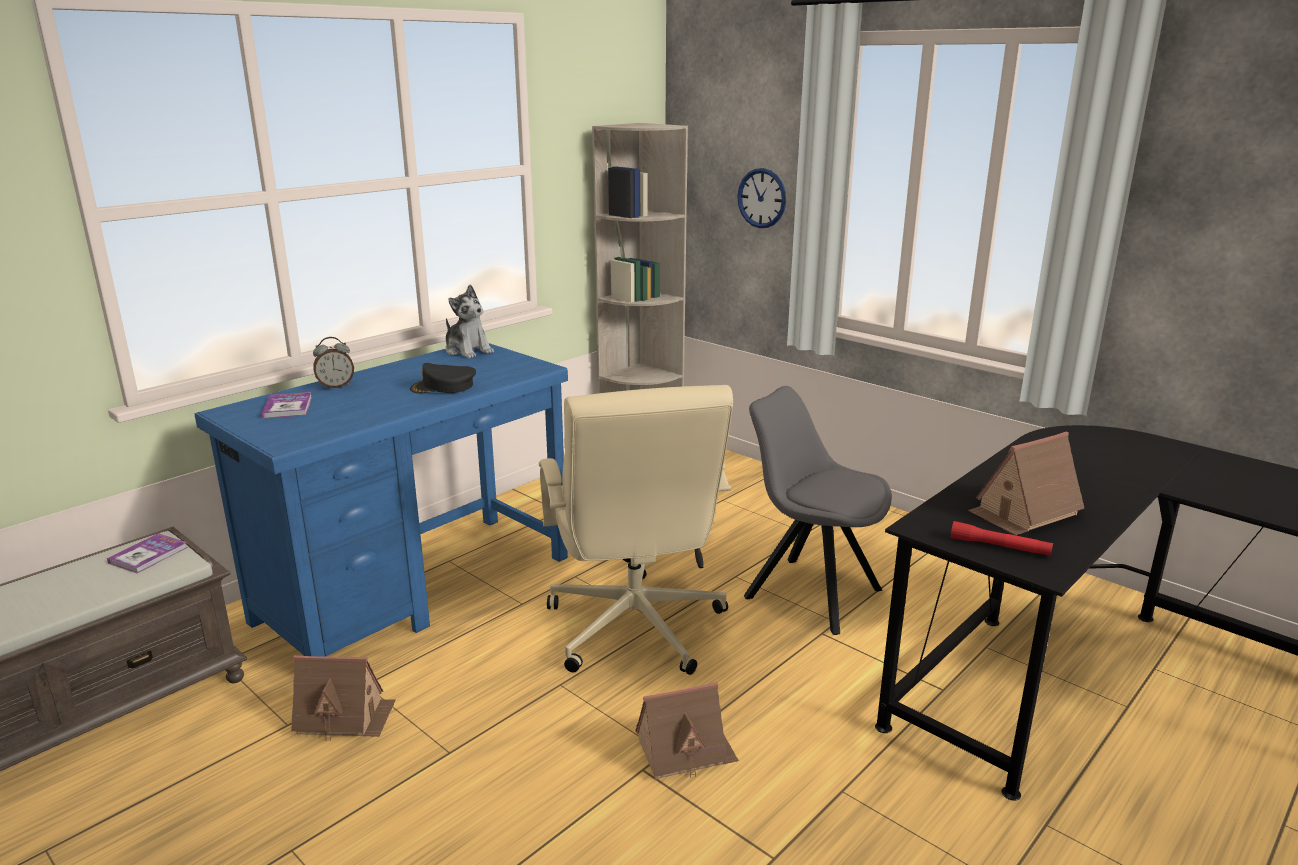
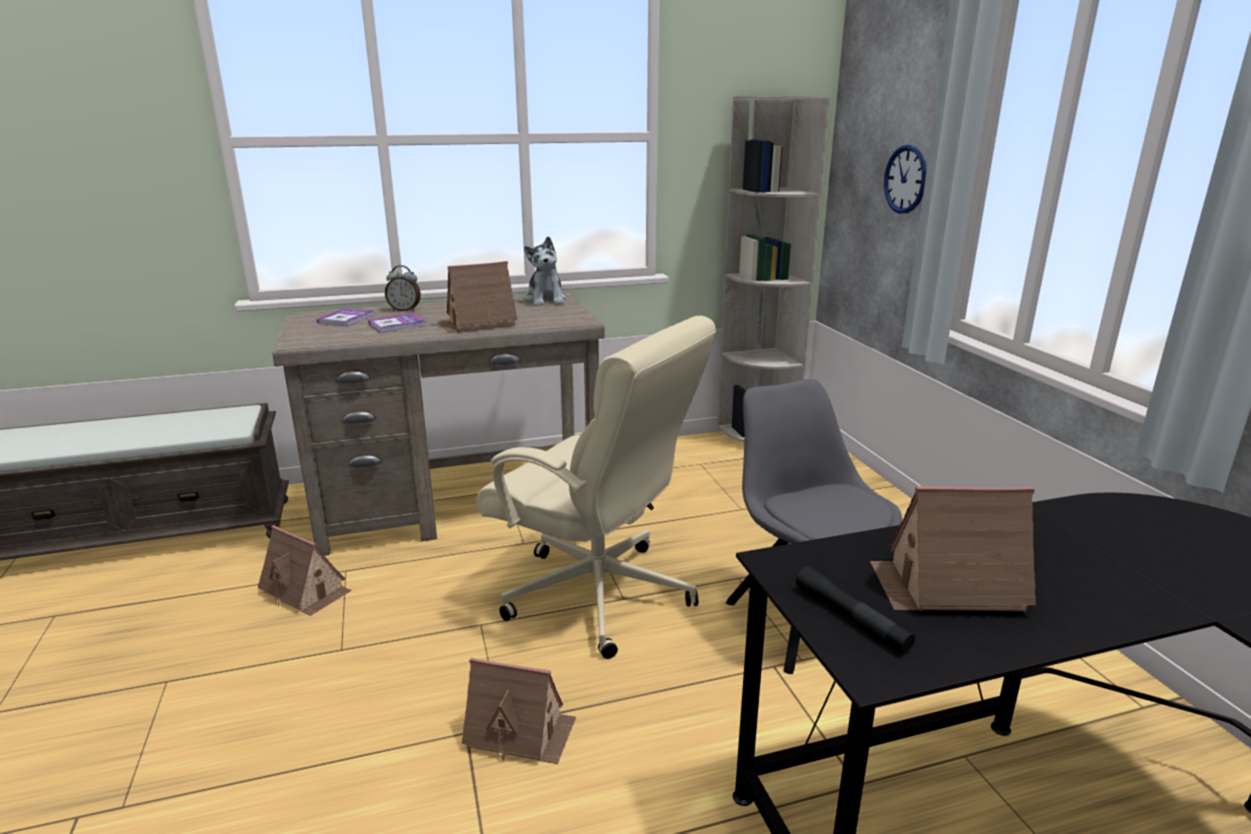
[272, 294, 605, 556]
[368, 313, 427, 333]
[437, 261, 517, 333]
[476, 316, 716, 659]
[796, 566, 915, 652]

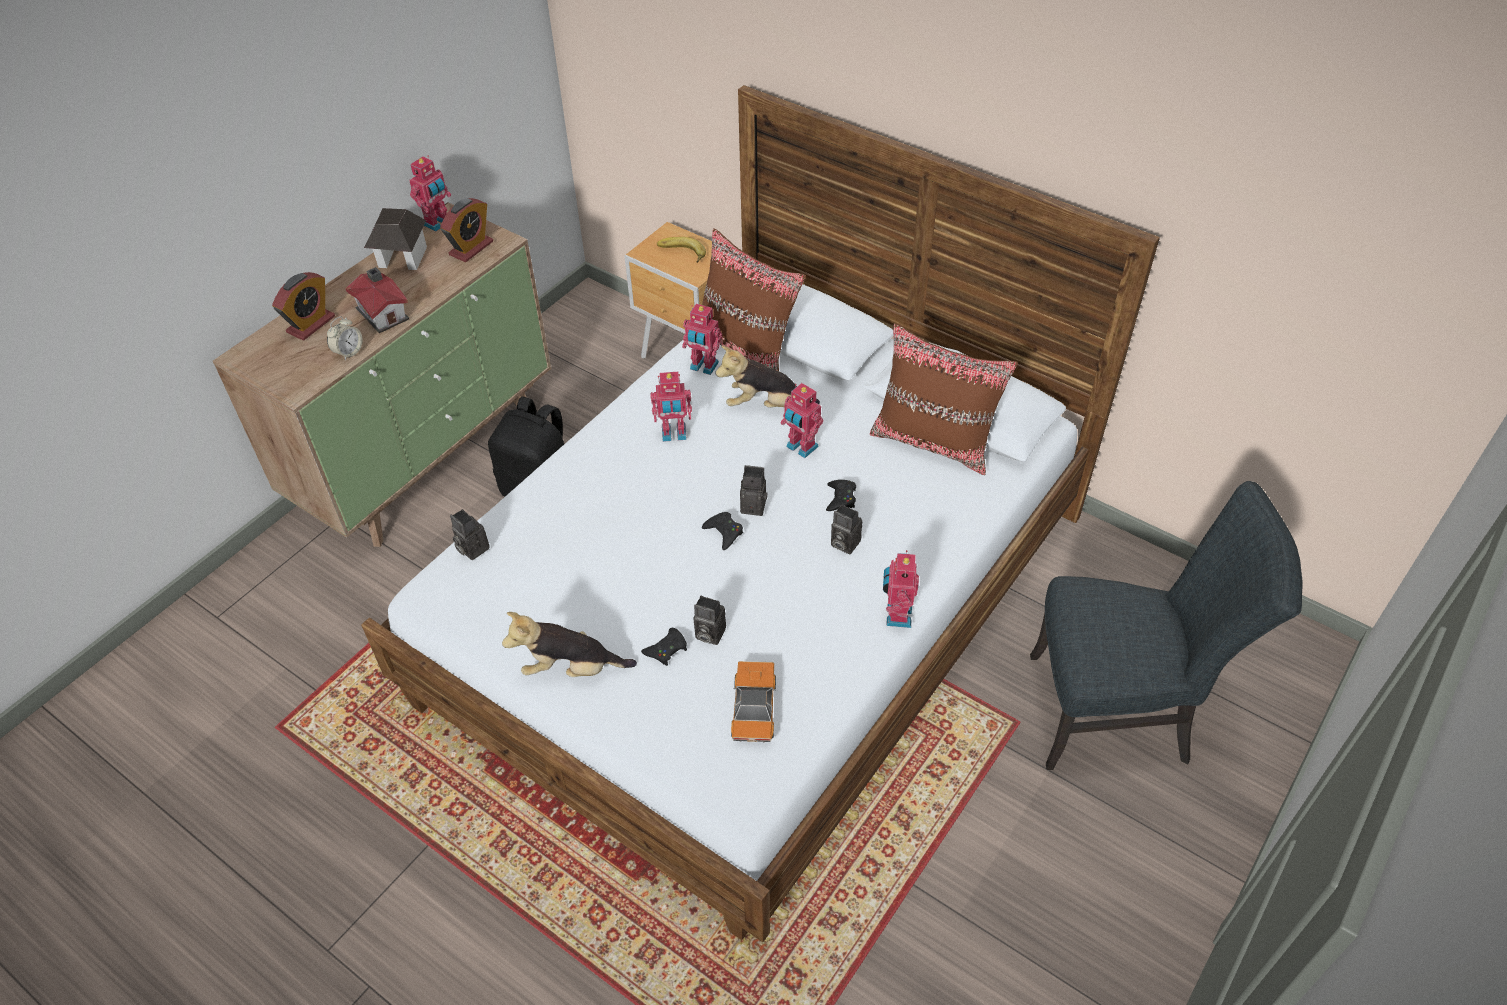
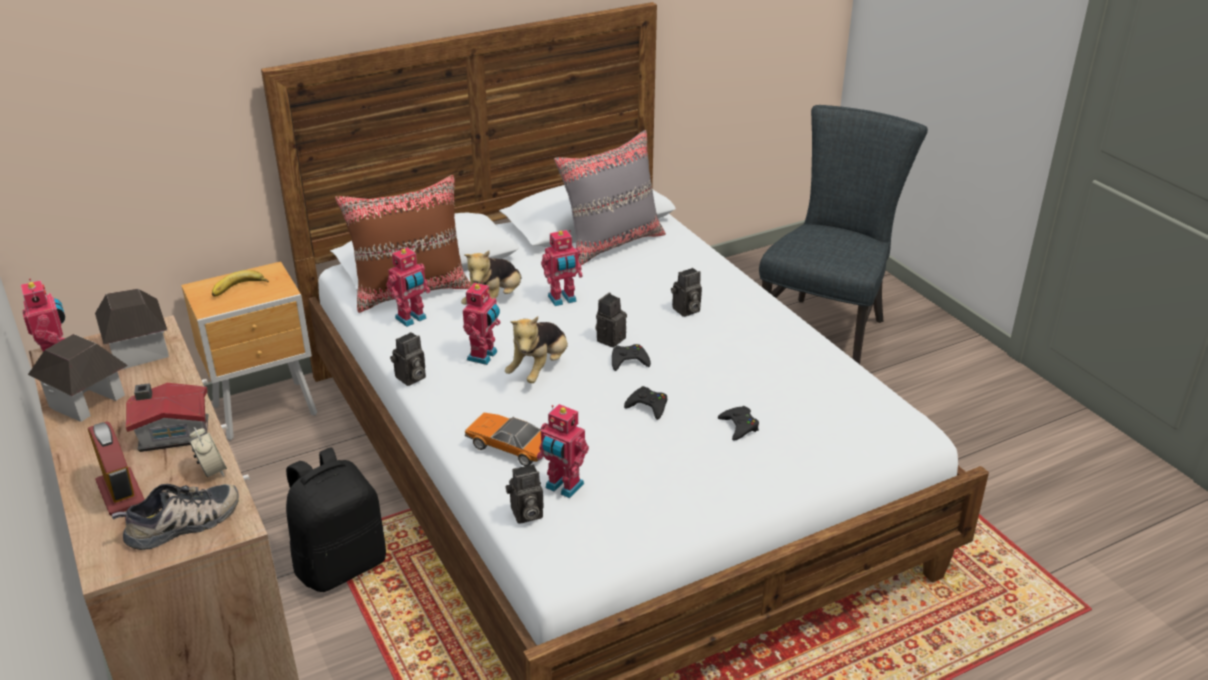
[95, 289, 169, 370]
[112, 484, 239, 550]
[390, 332, 426, 386]
[465, 413, 541, 466]
[505, 316, 568, 383]
[537, 404, 589, 498]
[554, 130, 666, 265]
[624, 386, 667, 420]

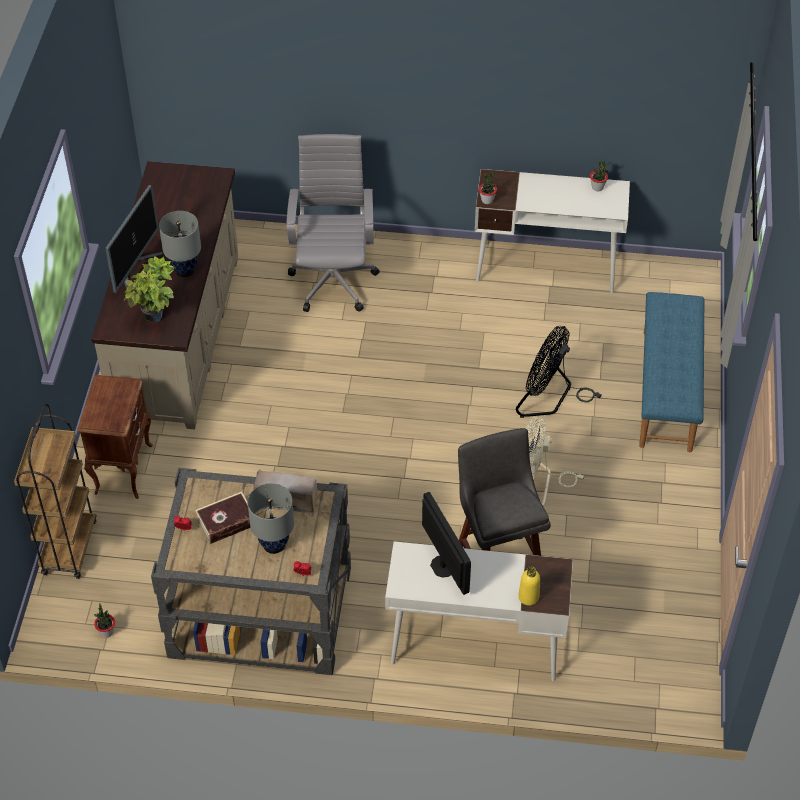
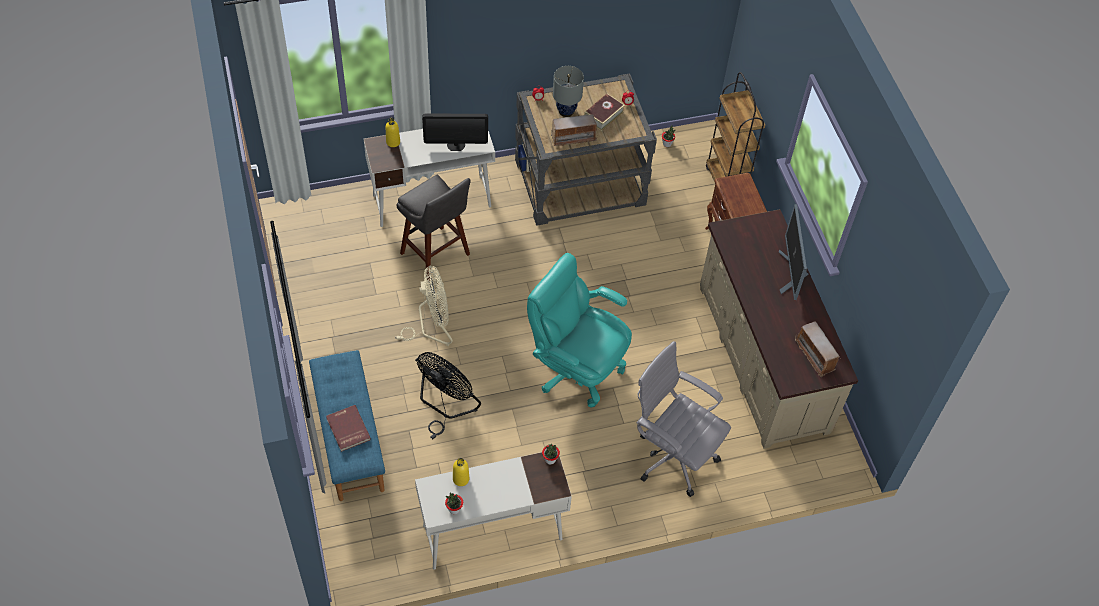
[326, 405, 371, 452]
[415, 352, 481, 439]
[422, 114, 488, 151]
[453, 458, 469, 486]
[527, 253, 632, 407]
[636, 341, 731, 497]
[795, 321, 841, 377]
[124, 256, 174, 323] (first image)
[159, 211, 201, 277] (first image)

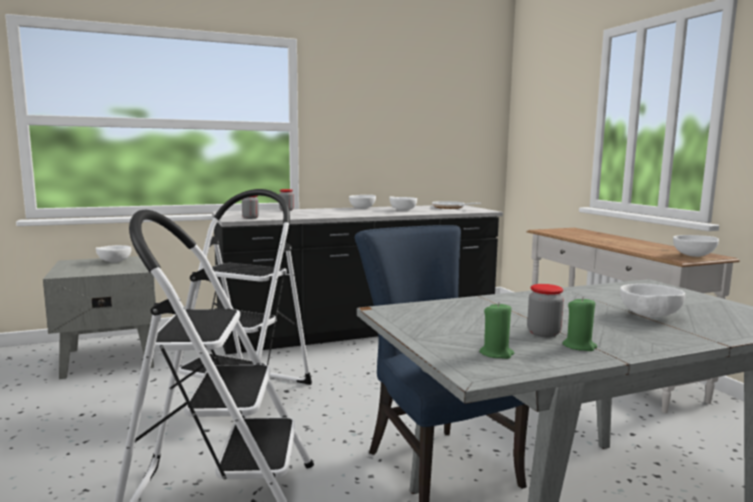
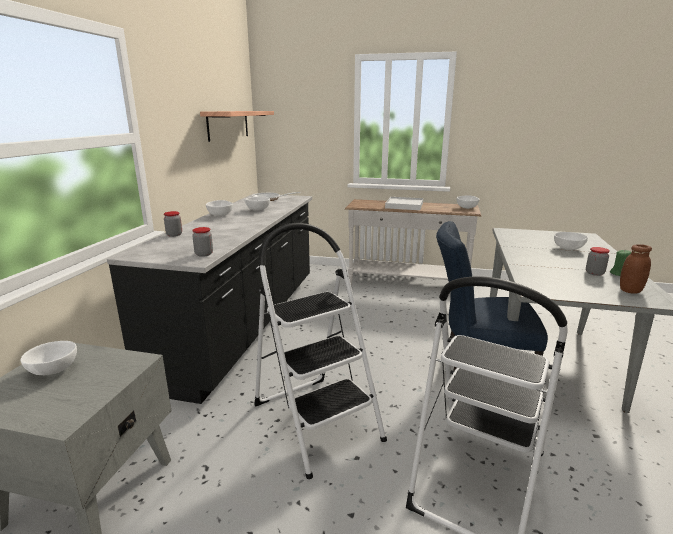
[200, 111, 274, 142]
[385, 197, 423, 210]
[620, 244, 652, 294]

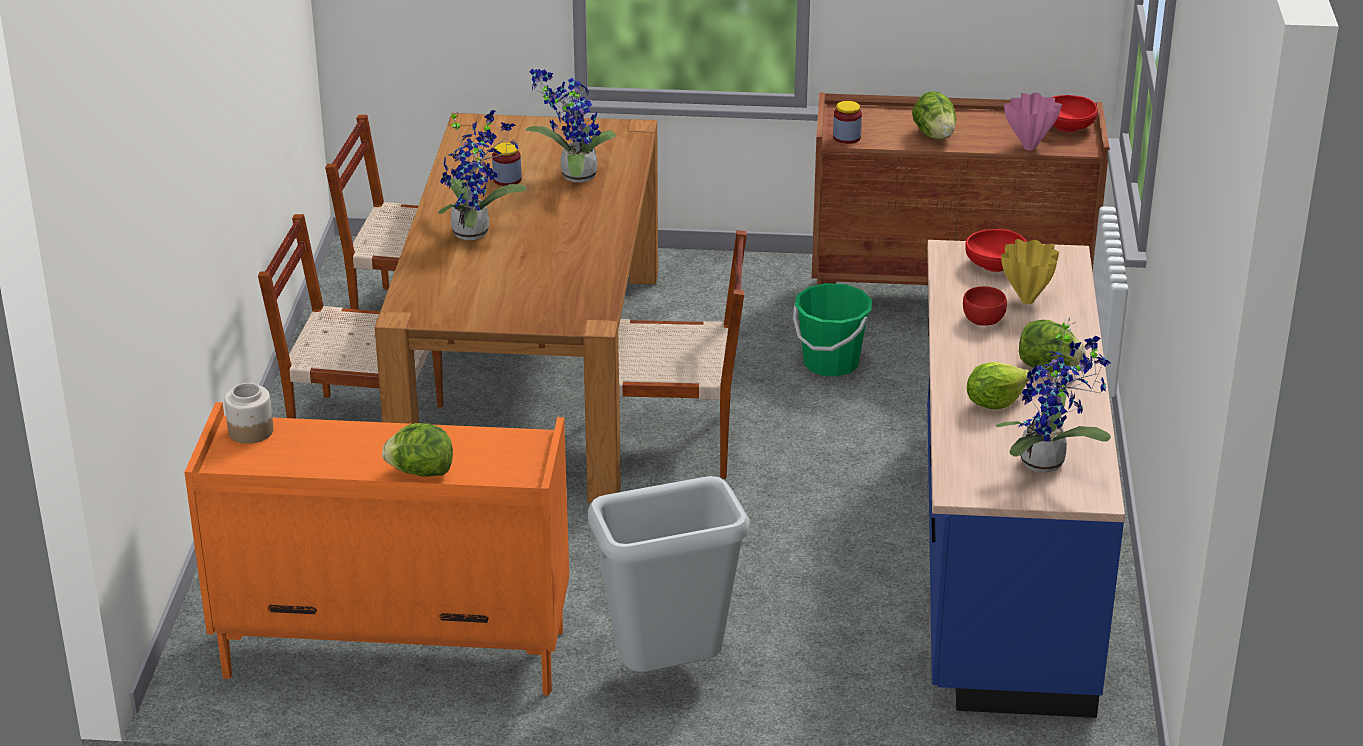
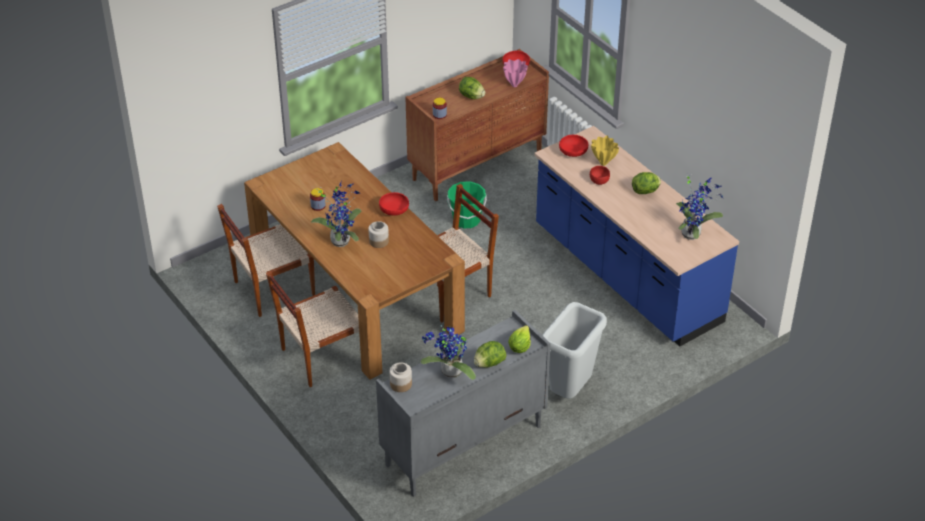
[368, 221, 389, 248]
[376, 310, 551, 497]
[379, 192, 409, 216]
[420, 325, 476, 380]
[508, 325, 531, 353]

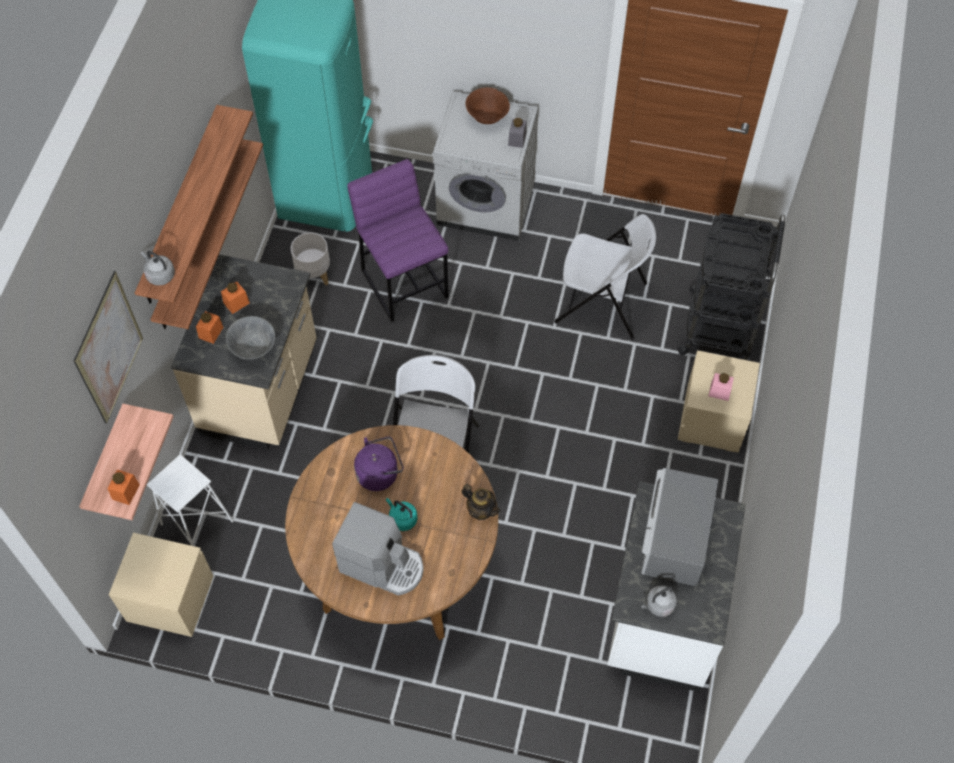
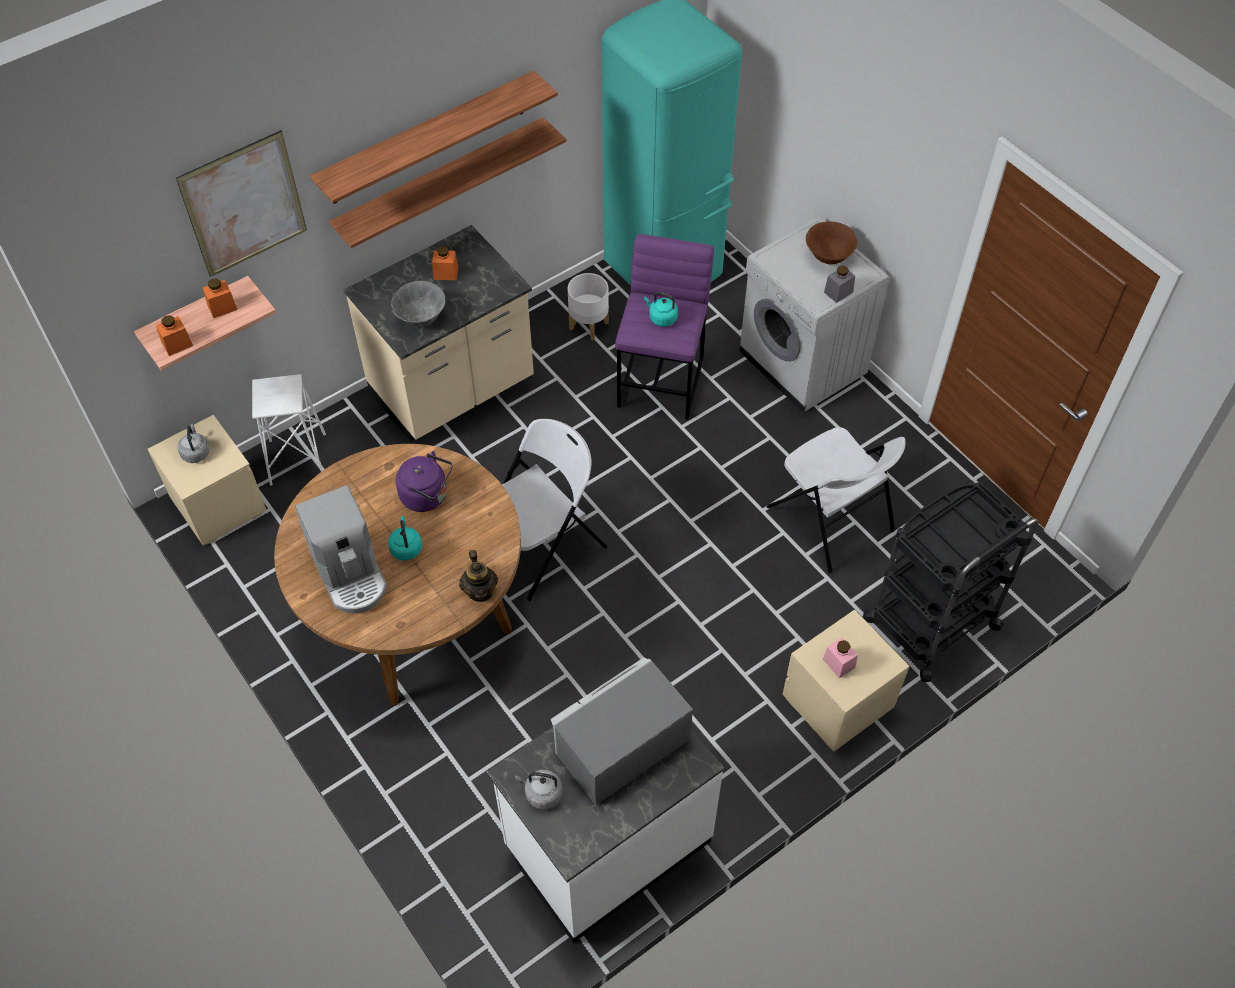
[177, 423, 210, 463]
[202, 278, 238, 318]
[644, 292, 678, 326]

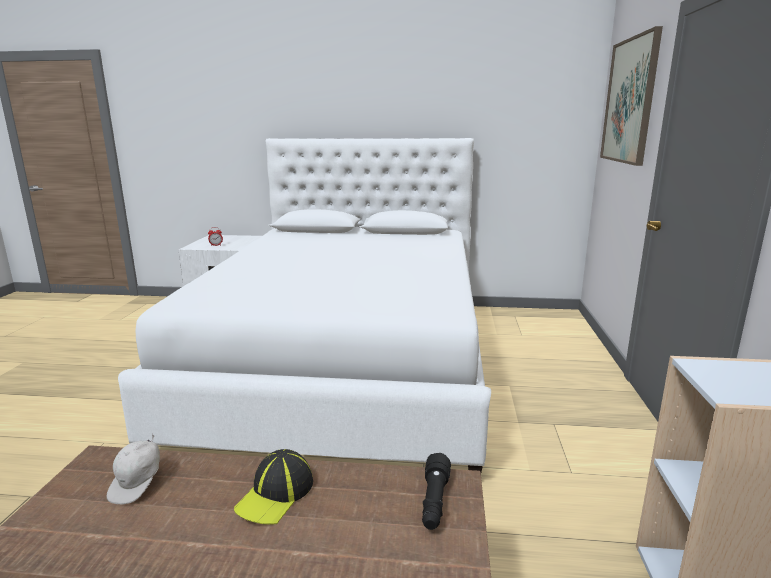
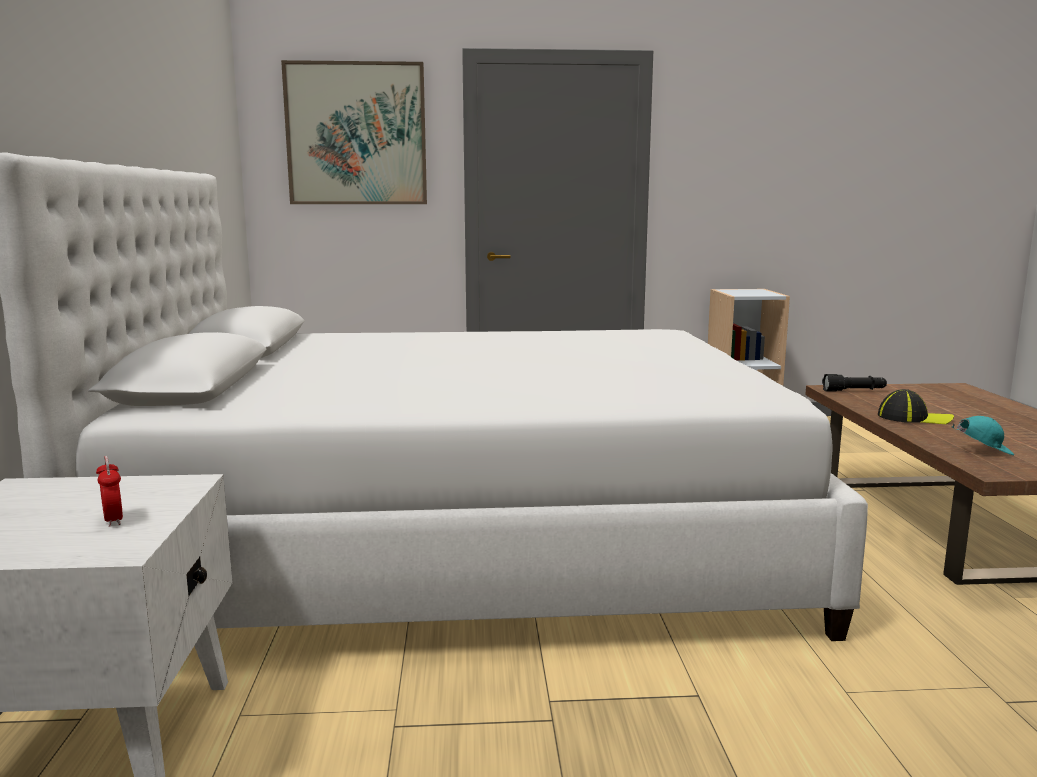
[952, 416, 1014, 455]

